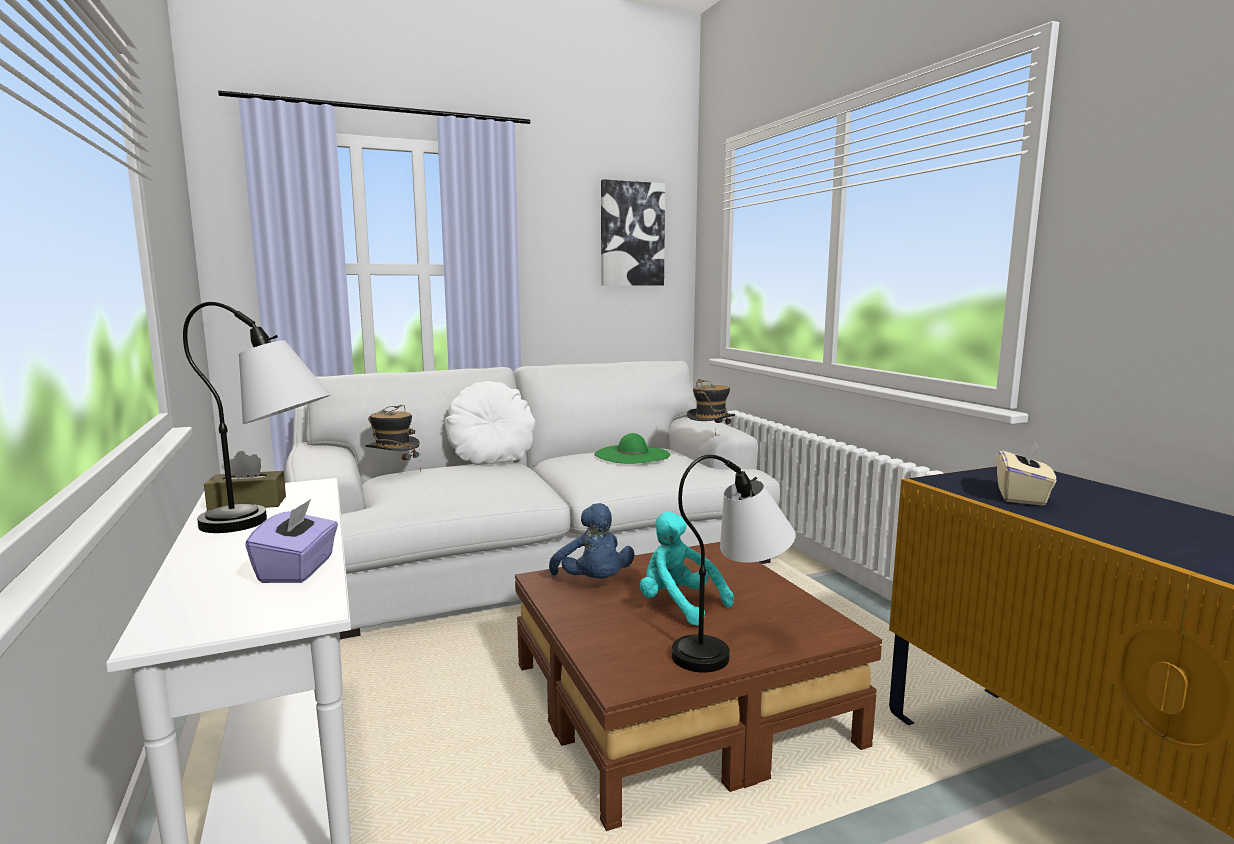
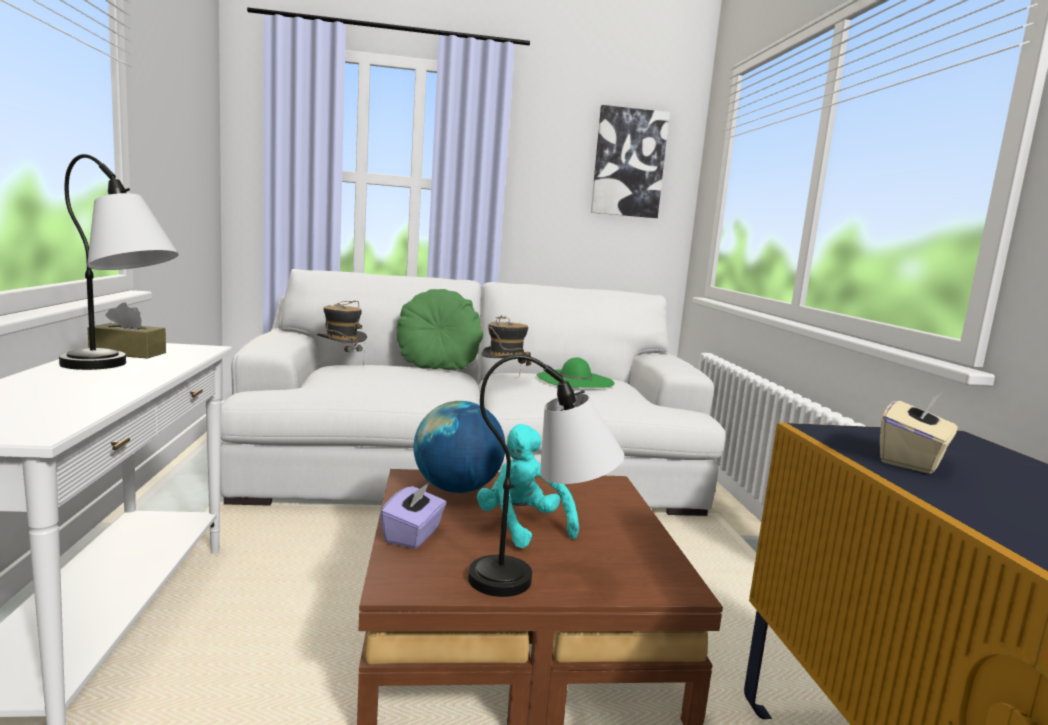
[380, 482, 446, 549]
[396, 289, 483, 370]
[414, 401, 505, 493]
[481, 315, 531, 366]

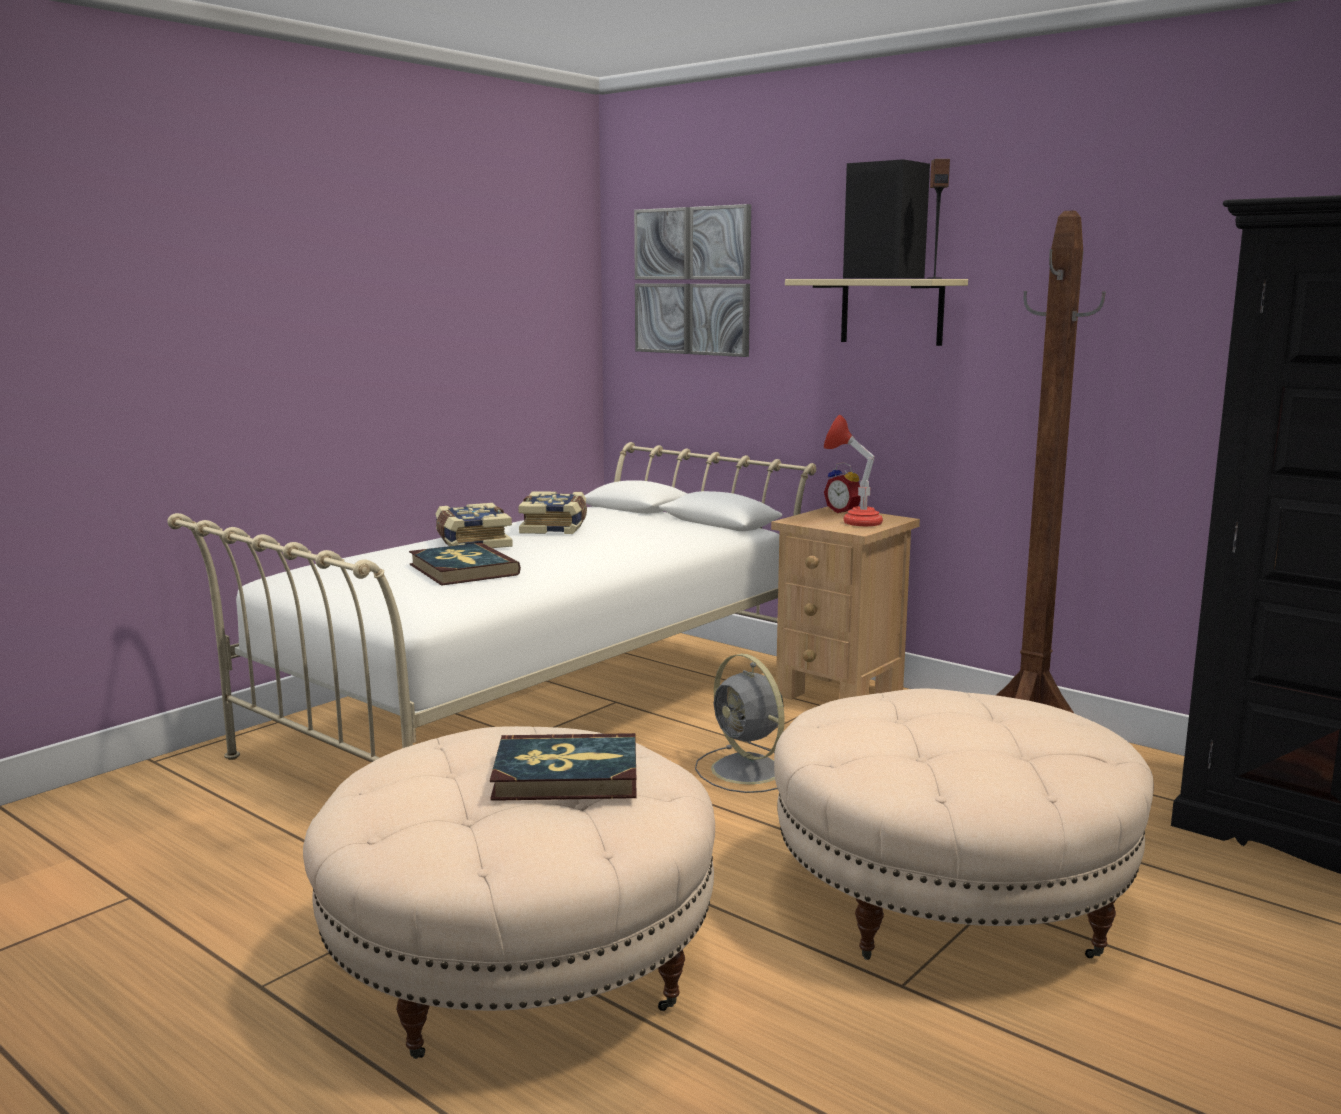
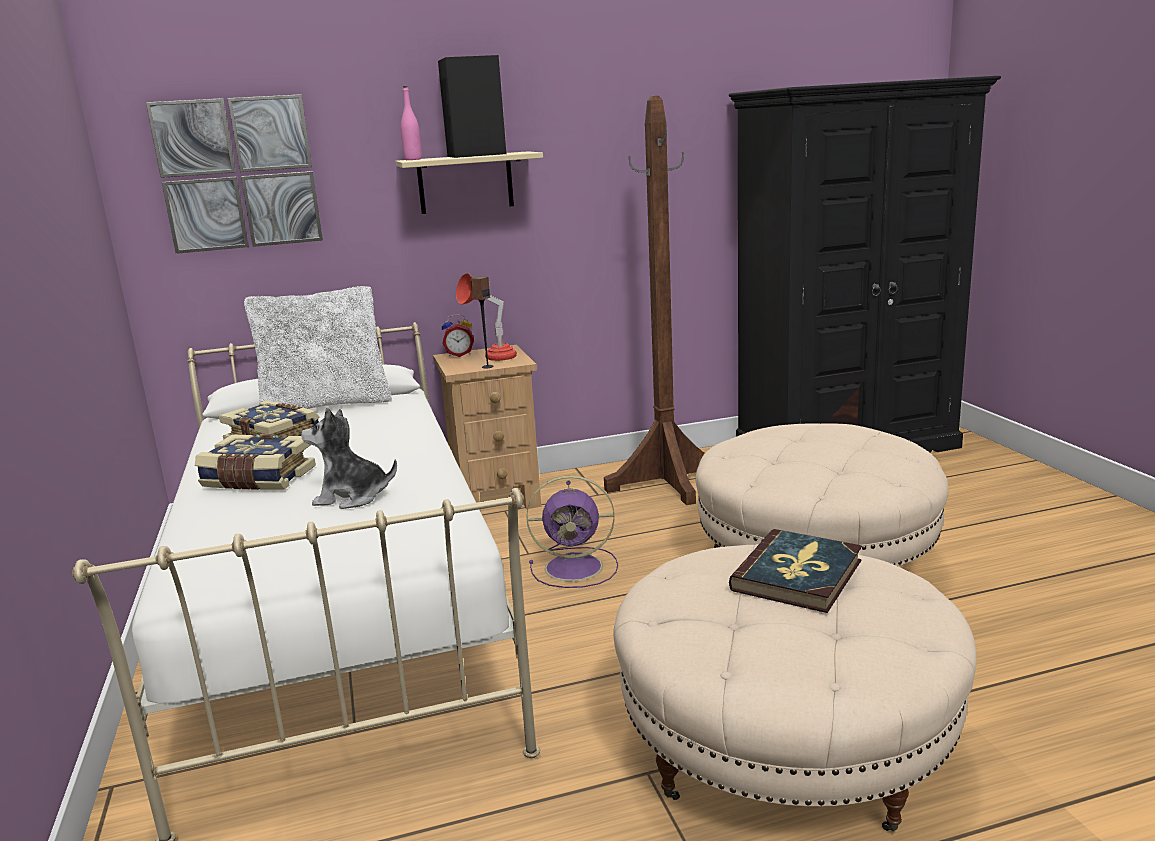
[244, 286, 392, 409]
[301, 408, 397, 509]
[401, 86, 422, 160]
[470, 276, 494, 369]
[526, 475, 618, 588]

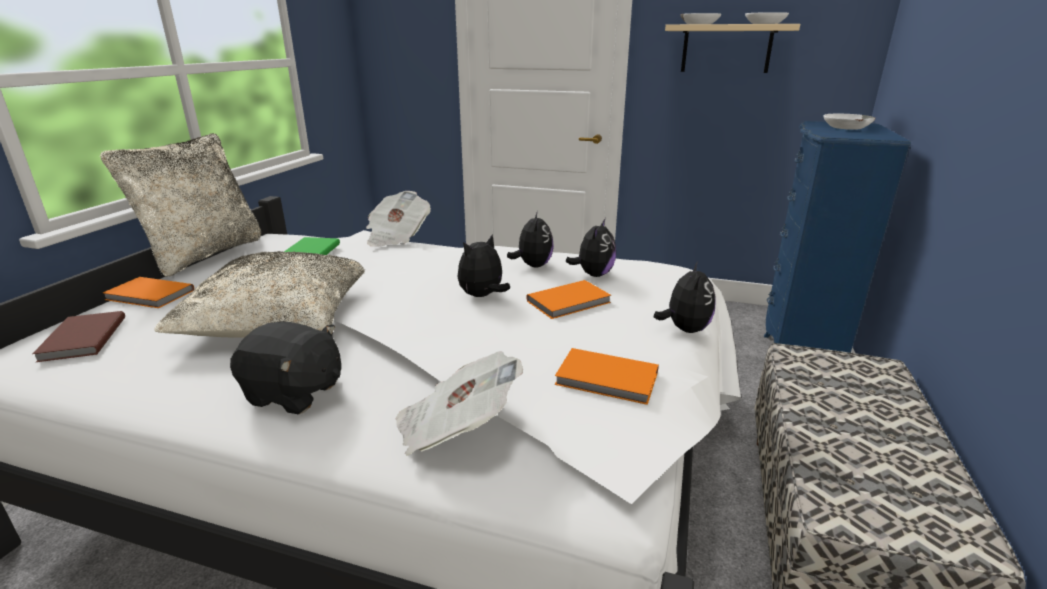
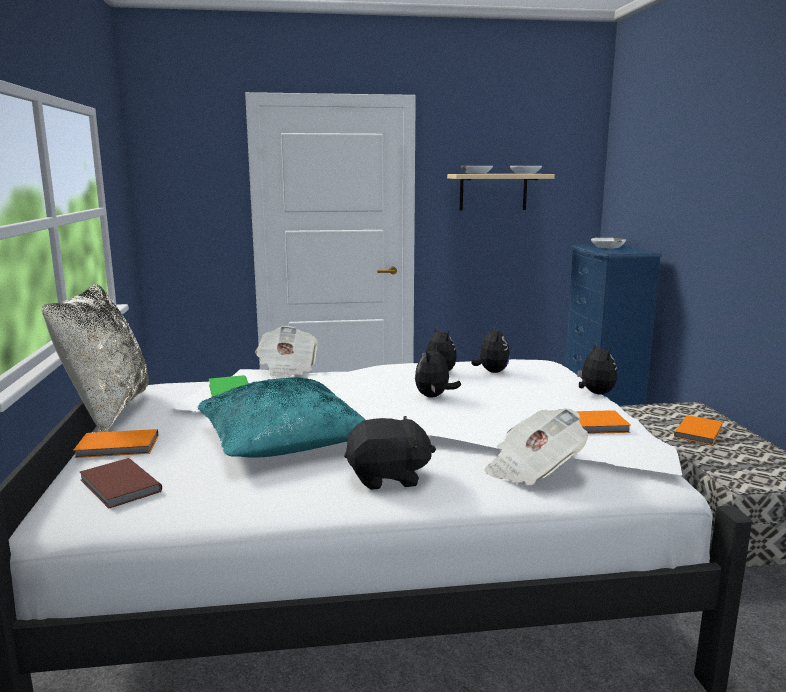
[197, 377, 365, 458]
[674, 415, 723, 445]

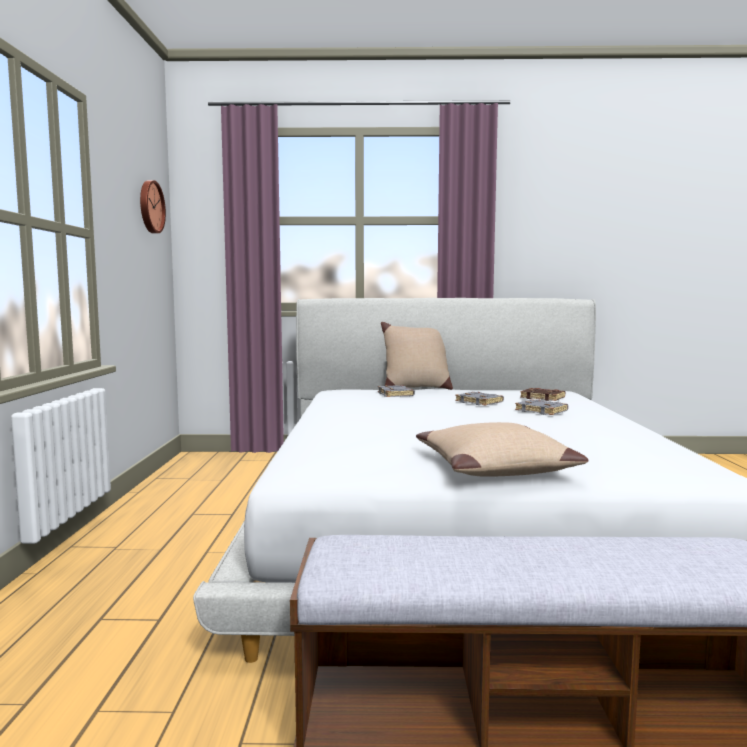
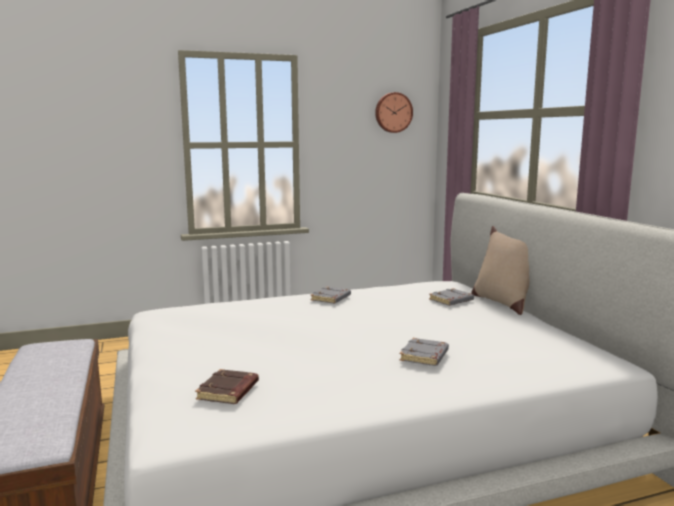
[195, 369, 259, 404]
[311, 286, 351, 304]
[416, 422, 588, 477] (first image)

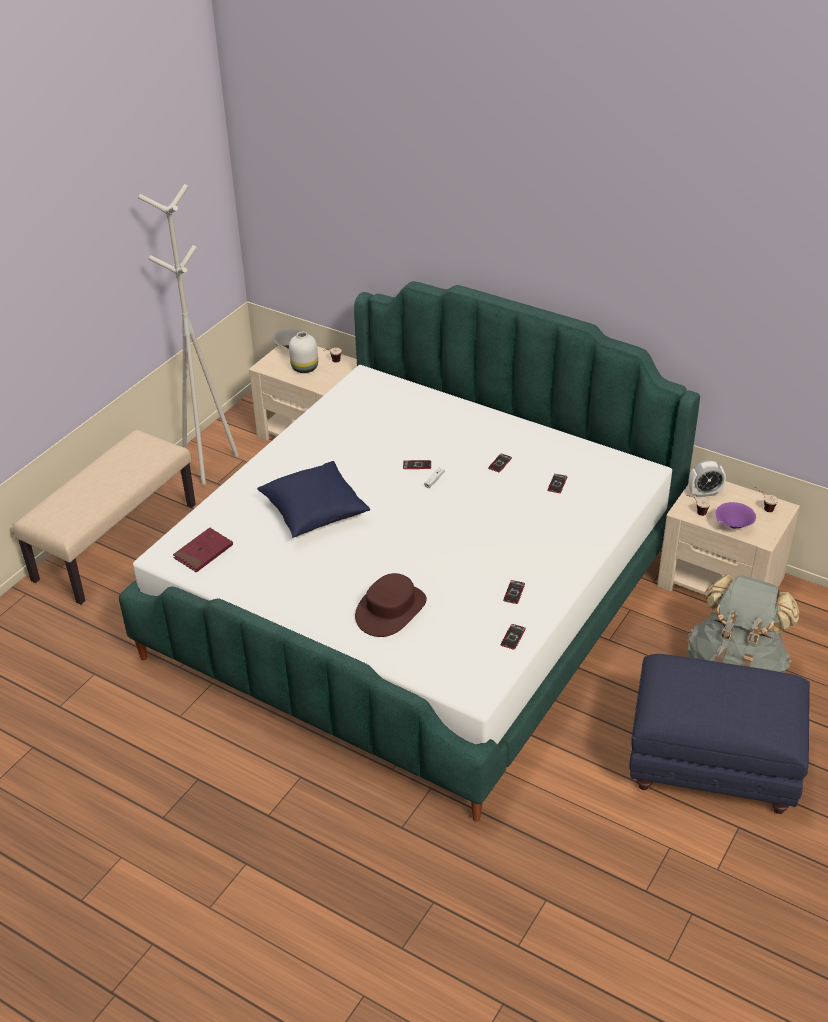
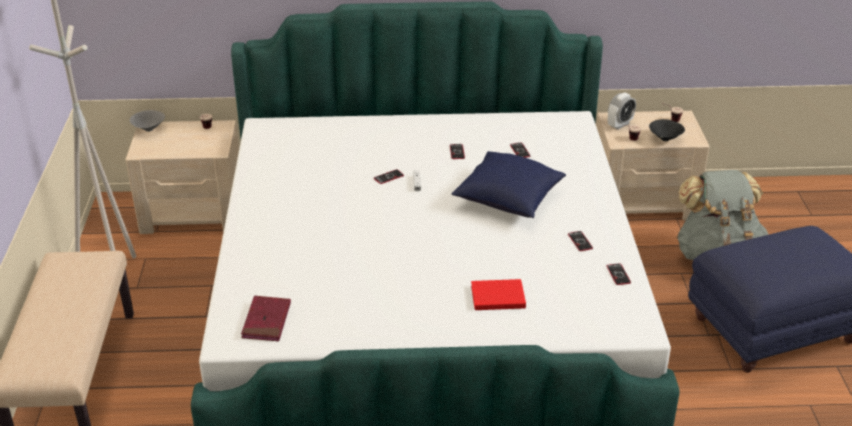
[451, 151, 566, 218]
[471, 279, 526, 310]
[649, 119, 685, 141]
[289, 332, 318, 373] (first image)

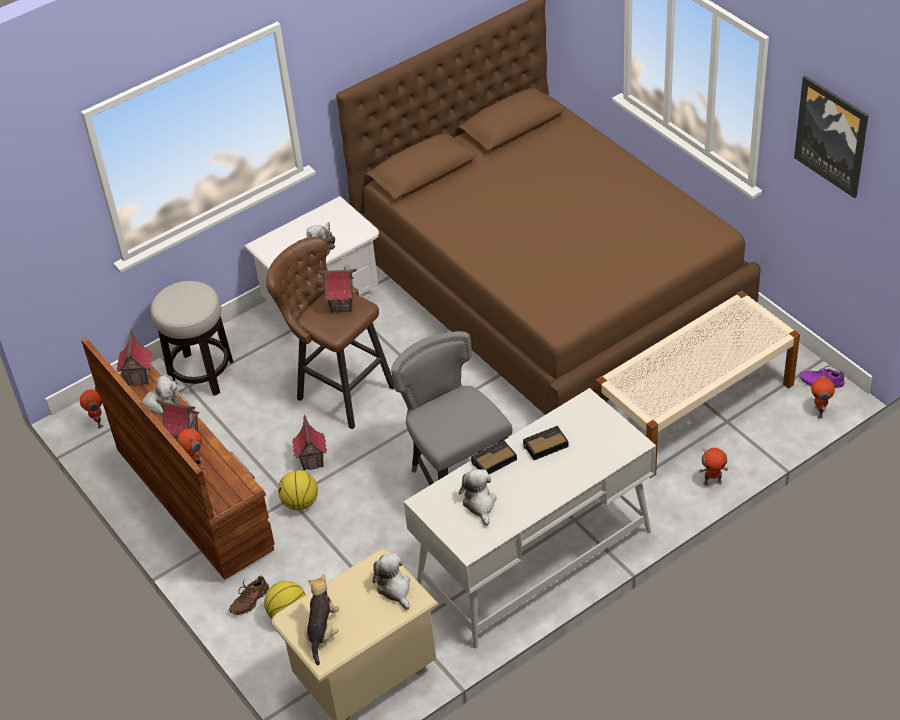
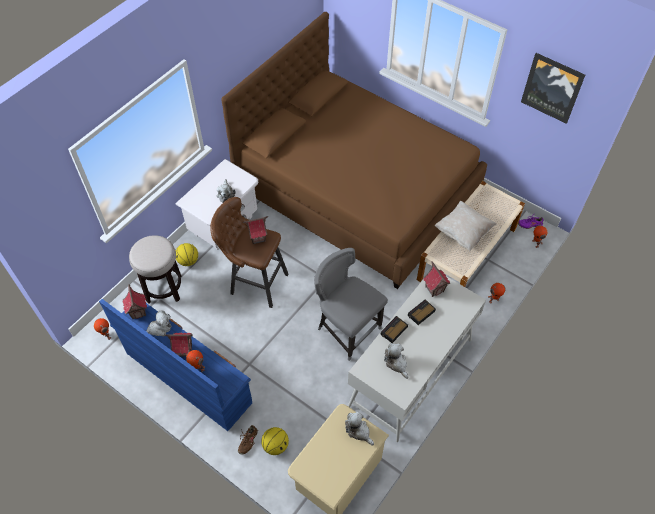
[99, 299, 252, 431]
[176, 243, 198, 266]
[423, 261, 451, 297]
[434, 201, 496, 251]
[305, 573, 339, 665] (first image)

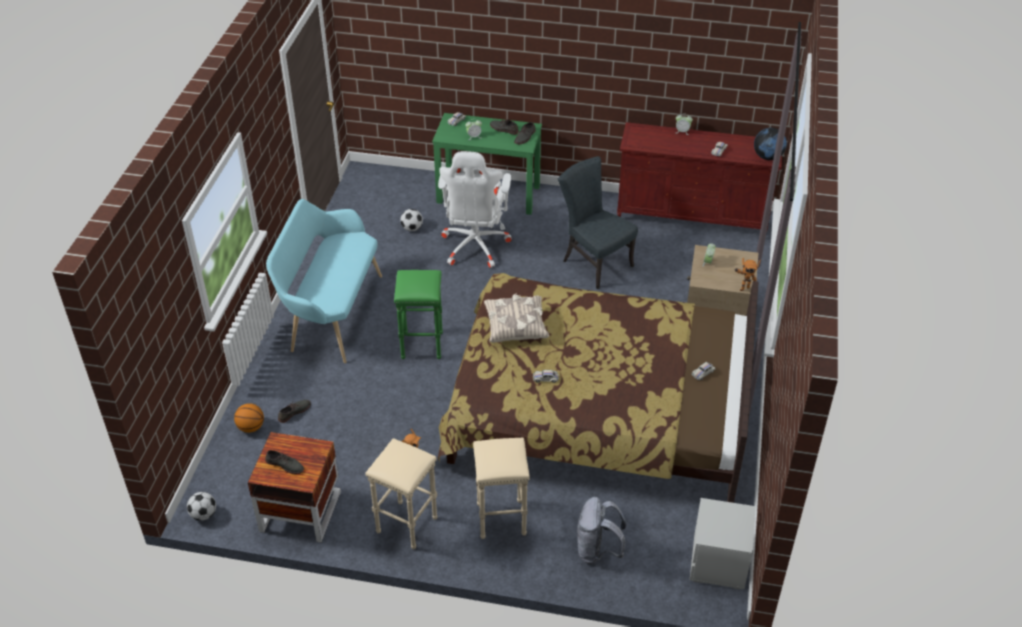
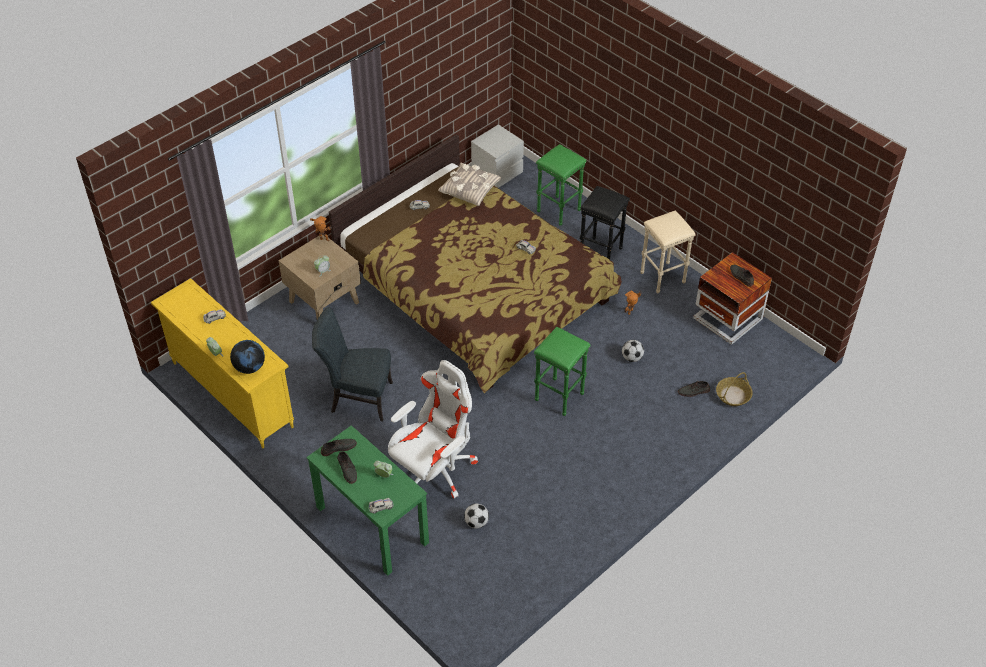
[151, 278, 294, 449]
[230, 340, 265, 374]
[312, 307, 393, 421]
[438, 163, 501, 206]
[536, 144, 586, 226]
[580, 186, 630, 260]
[622, 340, 644, 362]
[716, 372, 752, 406]
[266, 199, 382, 363] (first image)

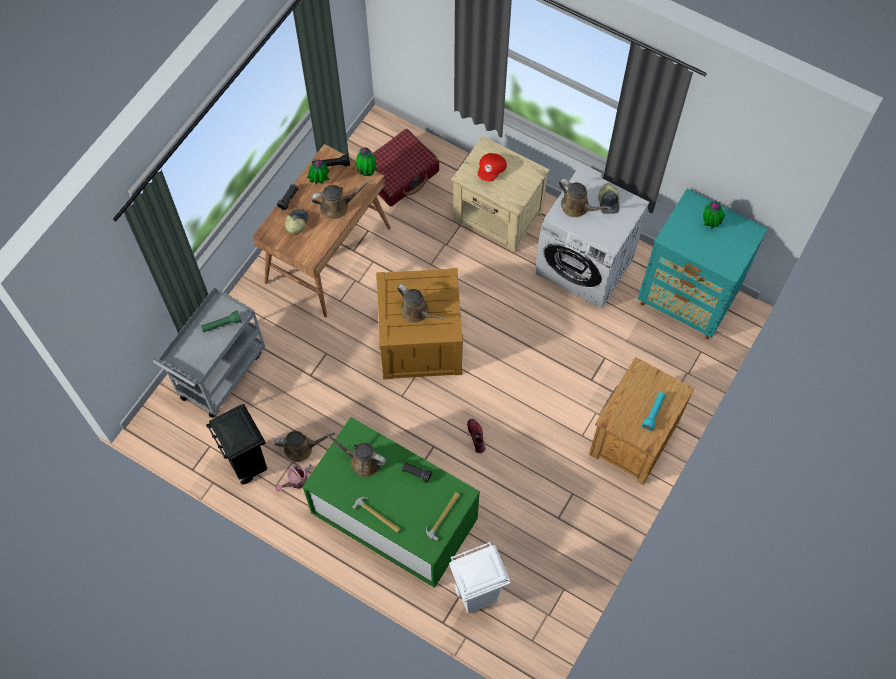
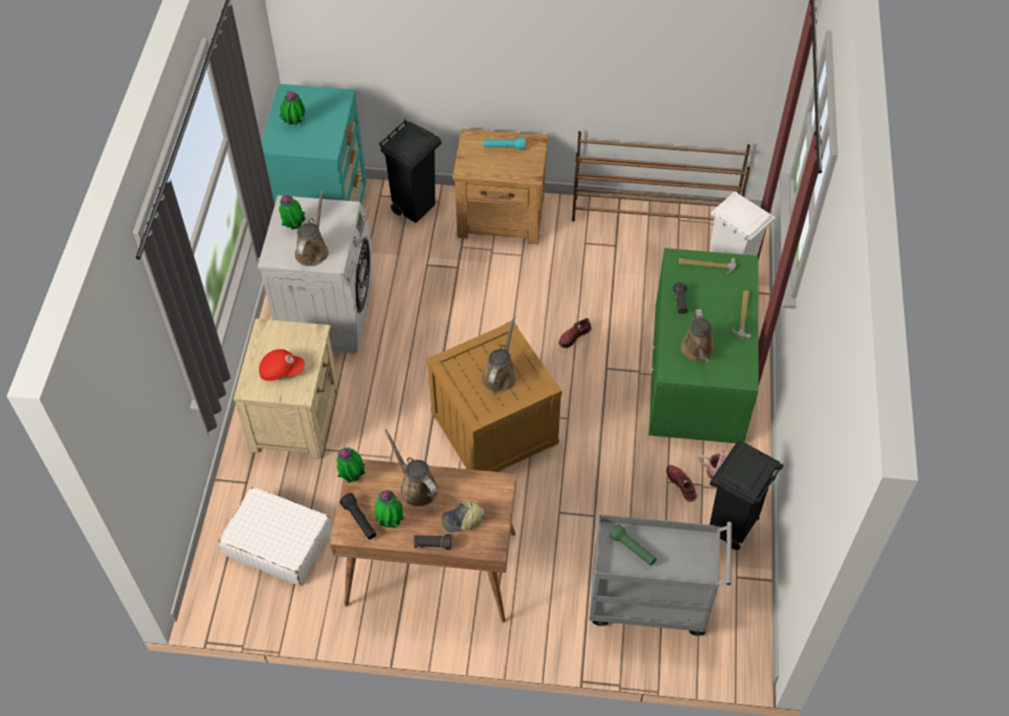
[218, 487, 332, 585]
[279, 194, 306, 230]
[379, 120, 441, 223]
[572, 131, 750, 221]
[666, 465, 698, 502]

